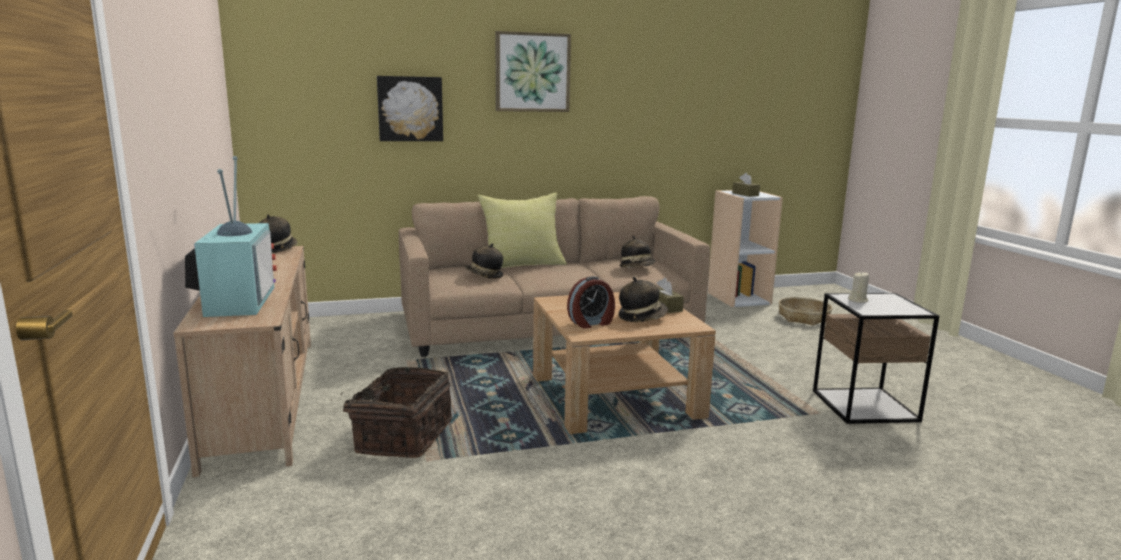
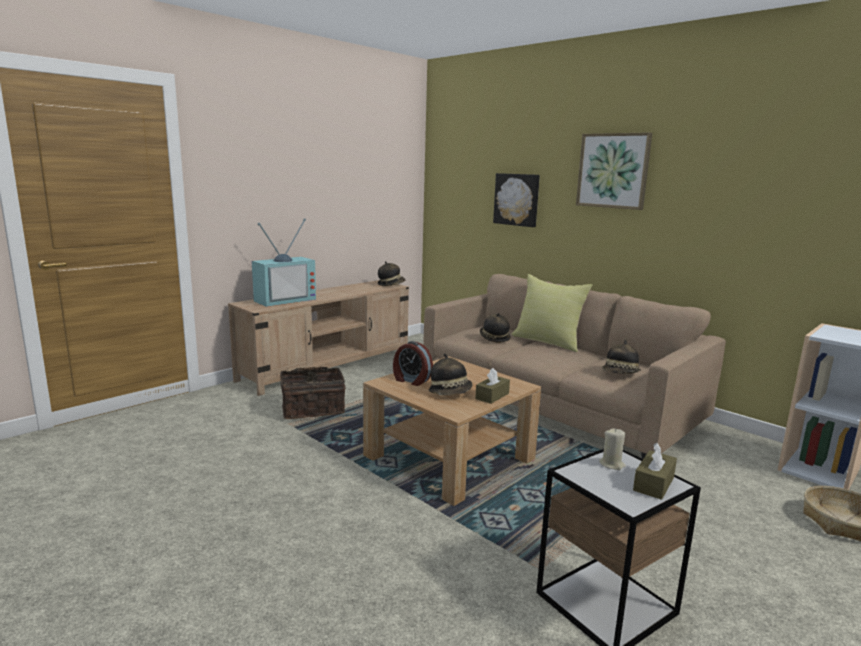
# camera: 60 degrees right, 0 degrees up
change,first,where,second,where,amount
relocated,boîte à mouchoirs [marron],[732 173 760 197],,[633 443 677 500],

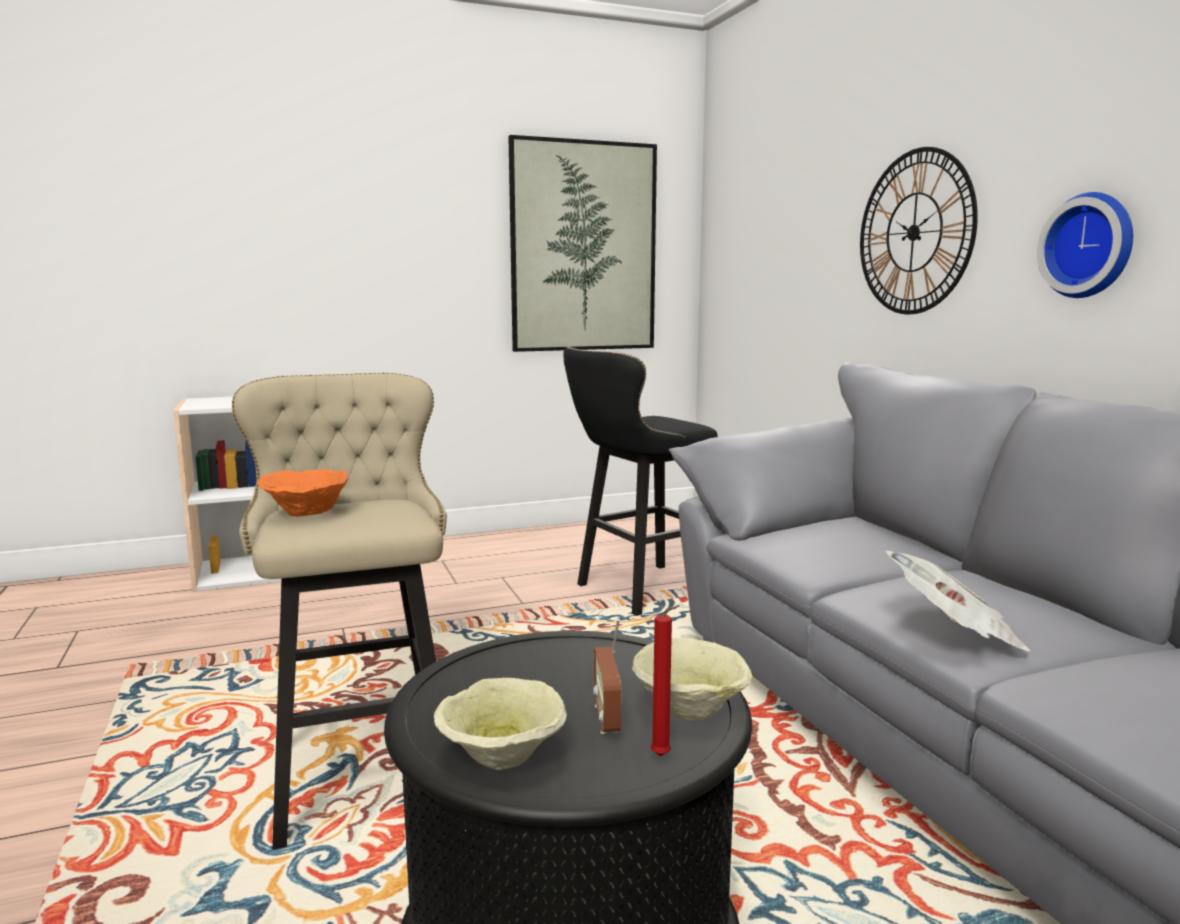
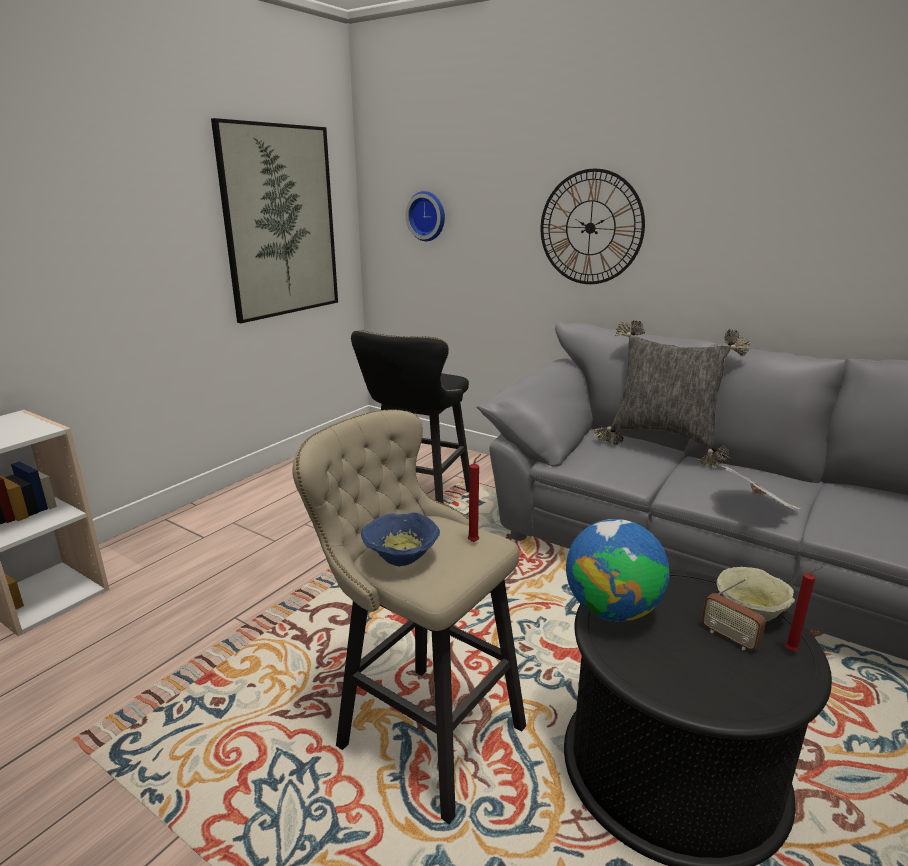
# camera: 35 degrees left, 10 degrees up
change,first,where,second,where,amount
colour,bol [orange],[257 469 348 516],bol [bleu],[361 512 440 566],
missing,bol [beige],[434 678 567 770],,,
relocated,horloge murale,[1037 192 1133 298],,[405 191 445 241],
appeared,,,bougie [rouge],[468 454 481 542],
appeared,,,globe,[566 519 670 622],
appeared,,,coussin,[594 320 750 468],

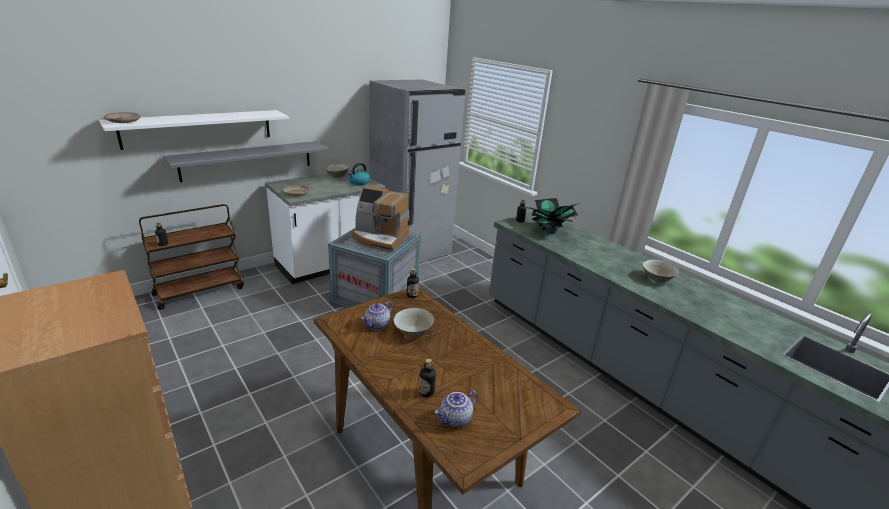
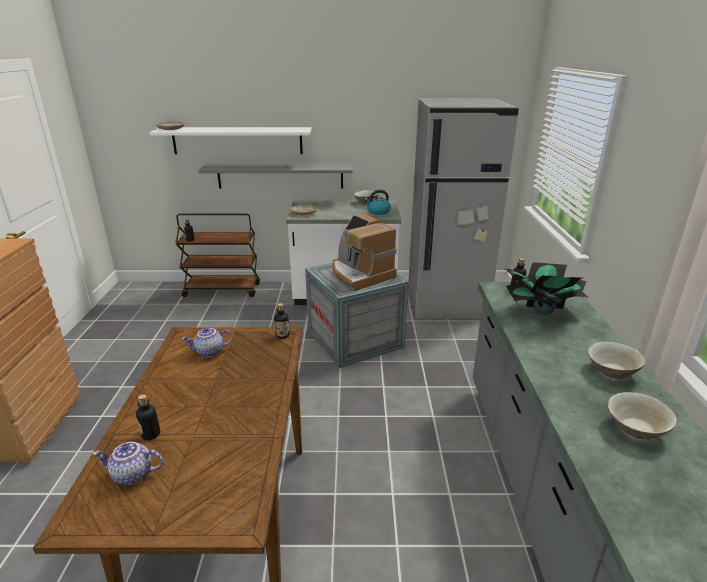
# camera: 40 degrees right, 0 degrees up
change,first,where,second,where,amount
relocated,bol [beige],[393 308 434 338],,[588 342 646 379],

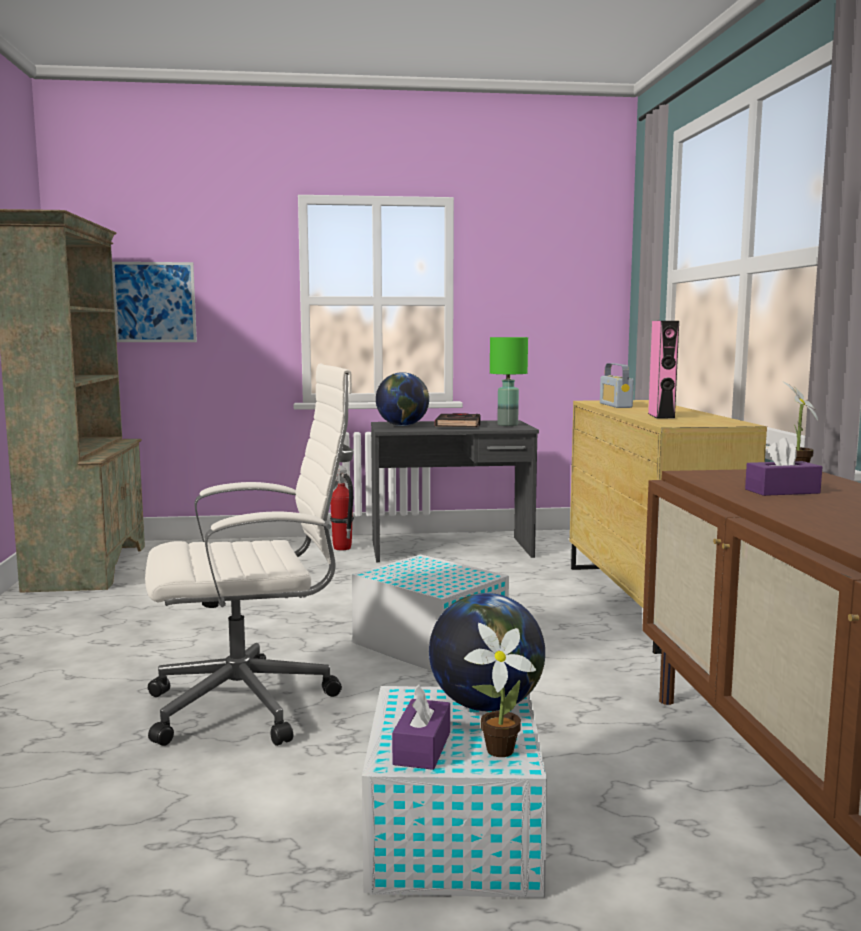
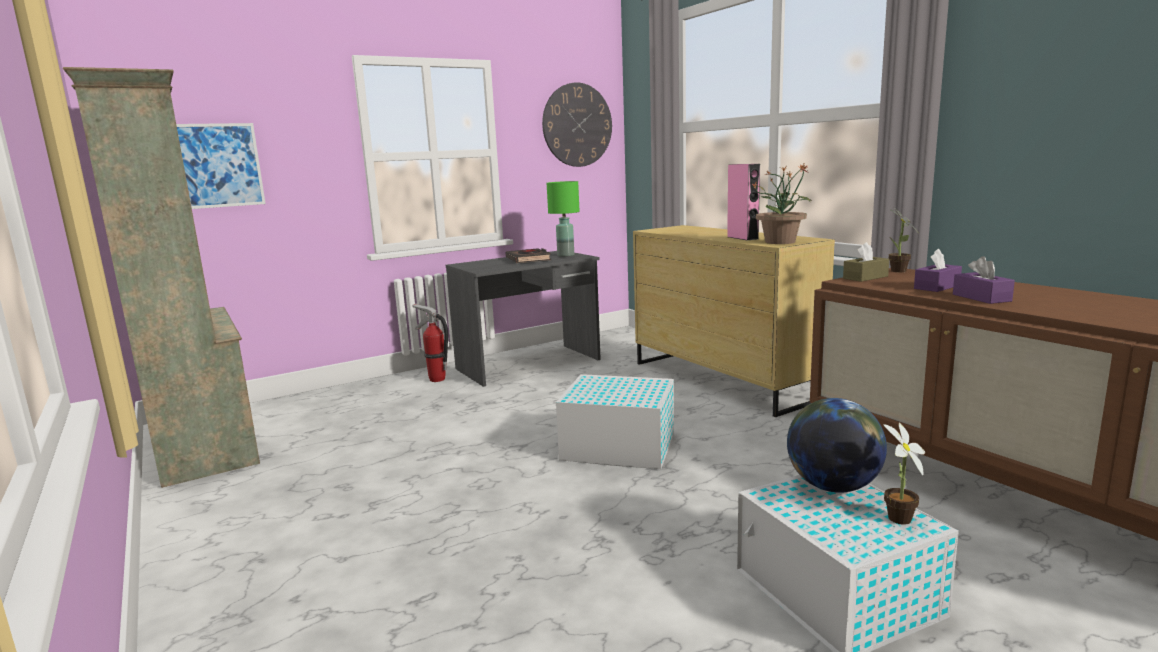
# camera: 25 degrees left, 5 degrees up
change,first,where,second,where,amount
missing,chaise de bureau [blanc],[145 364 354 746],,,
missing,globe,[376 372 429 426],,,
relocated,boîte à mouchoirs [violet],[392 685 450 770],,[953 256 1015 304],
missing,radio,[600 363 634 408],,,
appeared,,,horloge murale,[542 83 612 167],
appeared,,,plante en pot,[750 164 812 244],
appeared,,,boîte à mouchoirs [marron],[843 242 889 282],

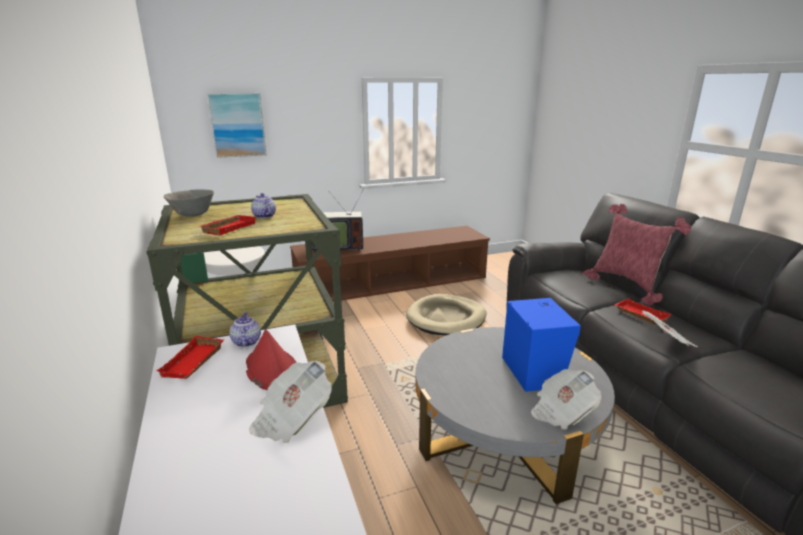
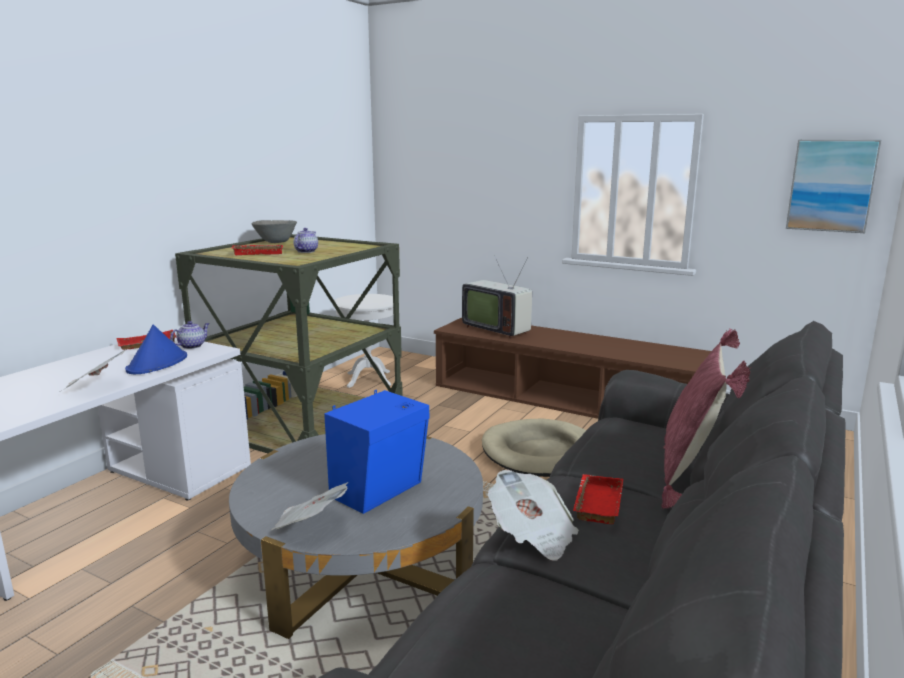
# camera: 50 degrees right, 5 degrees down
change,first,where,second,where,amount
relocated,tableau,[207 93 266 158],,[786 140 881 233],
colour,chapeau [rouge],[246 329 297 390],chapeau [bleu],[125 325 187 374],

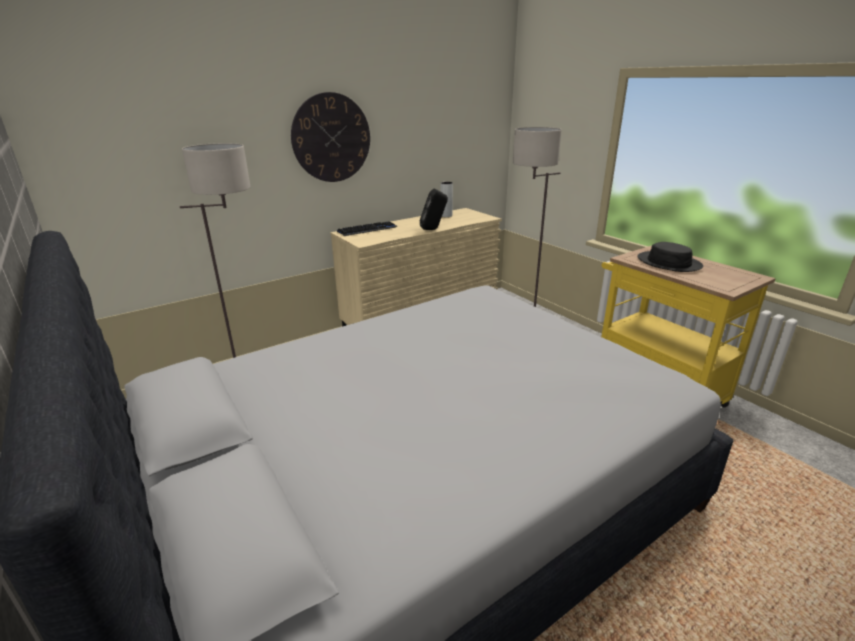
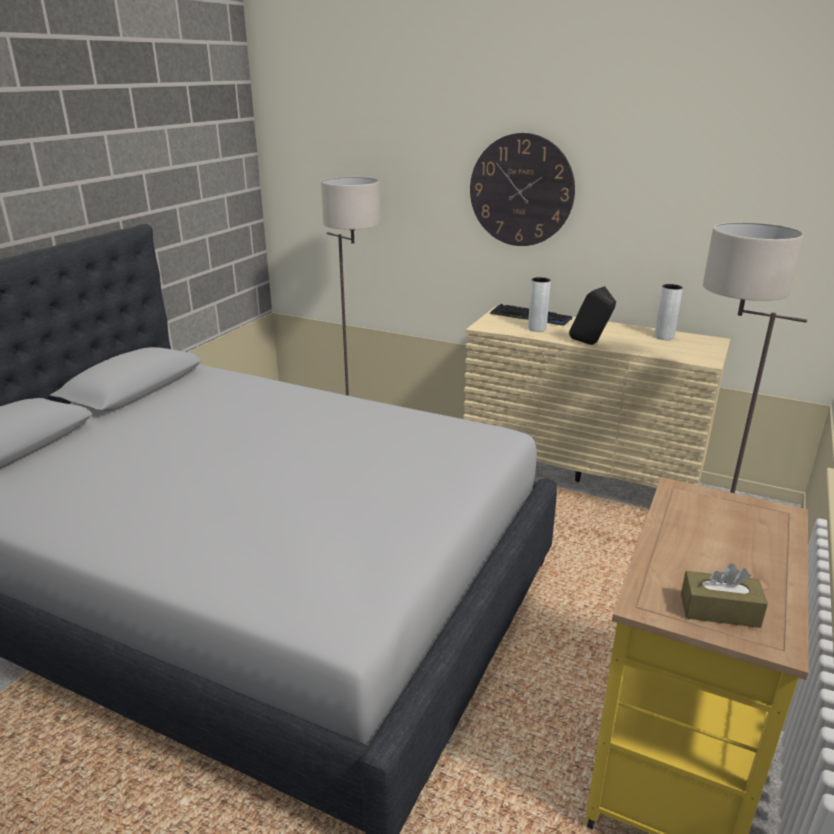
# camera: 60 degrees right, 0 degrees up
change,first,where,second,where,amount
missing,chapeau [noir],[637 242 703 272],,,
appeared,,,vase [gris],[528 277 551 332],
appeared,,,boîte à mouchoirs [marron],[681 564 768 628],

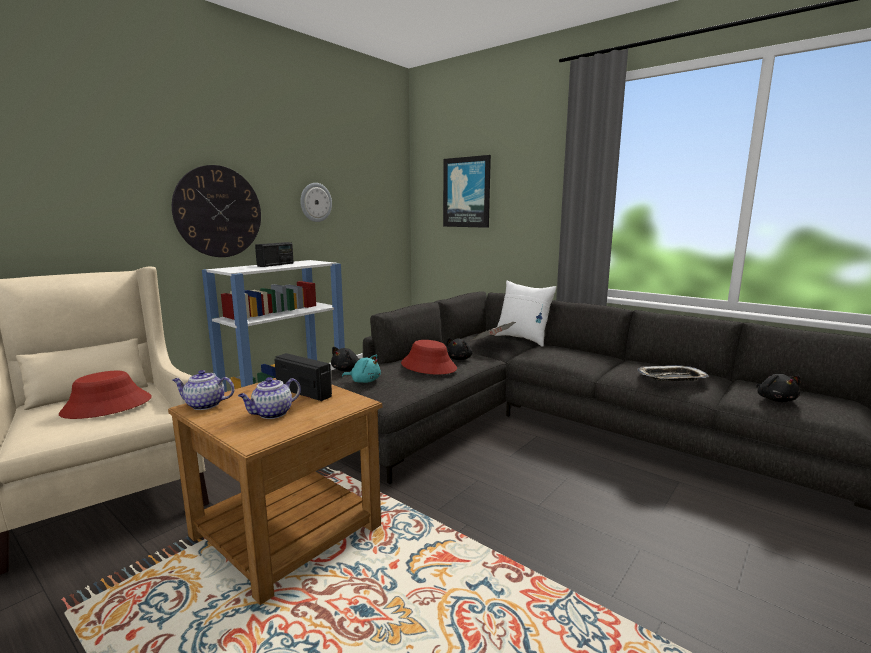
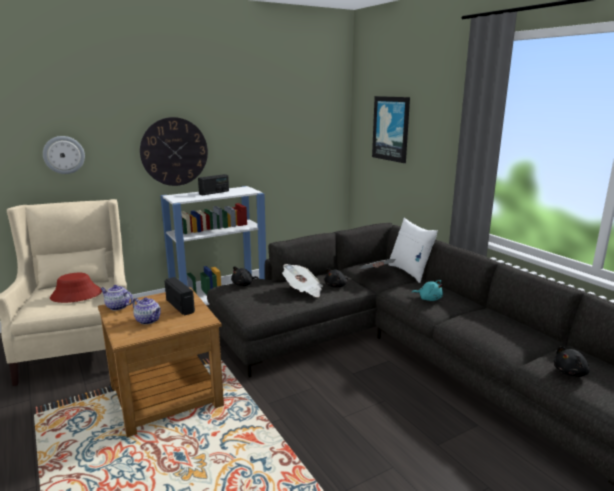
# camera: 20 degrees right, 5 degrees up
change,first,where,second,where,amount
spun,théière,[238 377 301 419],,[133 297 161 325],120 degrees counterclockwise
relocated,horloge murale,[300 183 332 222],,[43 136 85 174],
relocated,peluche [turquoise],[342 355 381 383],,[412 280 443 301],
exchanged,chapeau [rouge],[401 340 457 374],journal,[282 264 323 297],
missing,plateau,[637 365 709 381],,,
spun,peluche [noir],[756 374 800 402],,[554 346 590 377],45 degrees clockwise

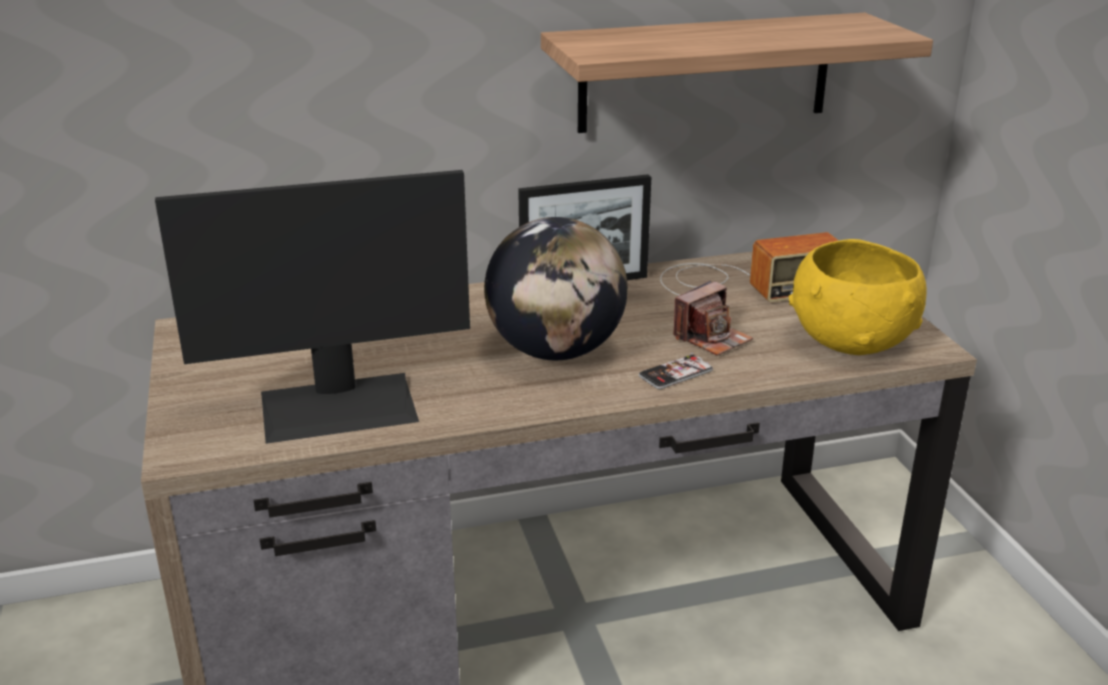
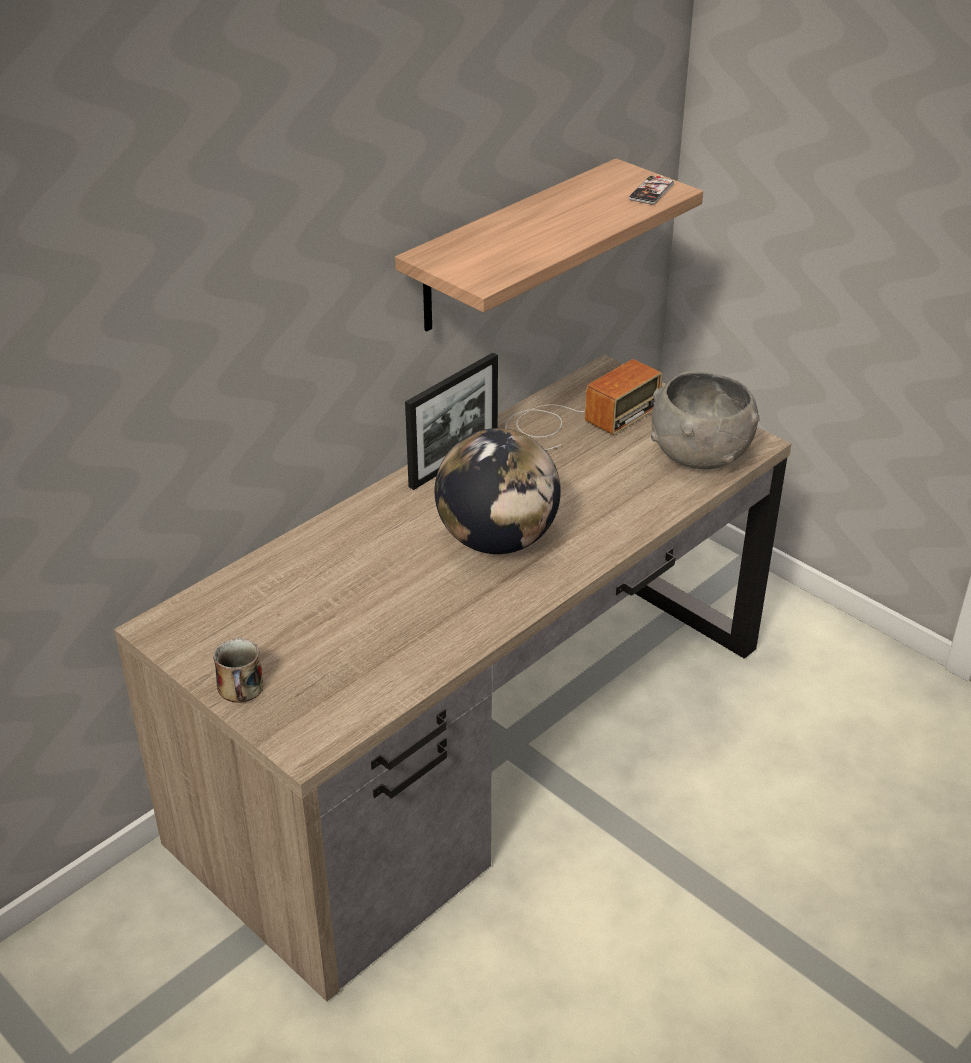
# camera: 30 degrees left, 10 degrees up
change,first,where,second,where,amount
missing,écran d'ordinateur,[155 170 470 444],,,
relocated,téléphone,[639 353 713 389],,[629 174 674 205],
missing,appareil photo,[673 281 753 356],,,
colour,bol [jaune],[789 239 927 355],bol [gris],[651 371 760 469],
appeared,,,mug,[213 638 264 703],

